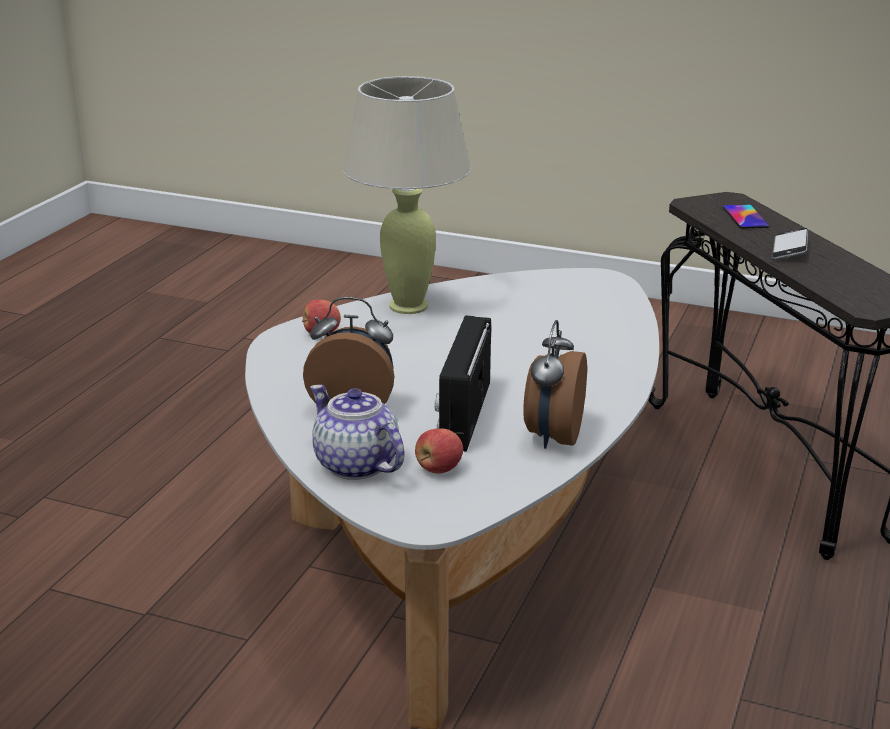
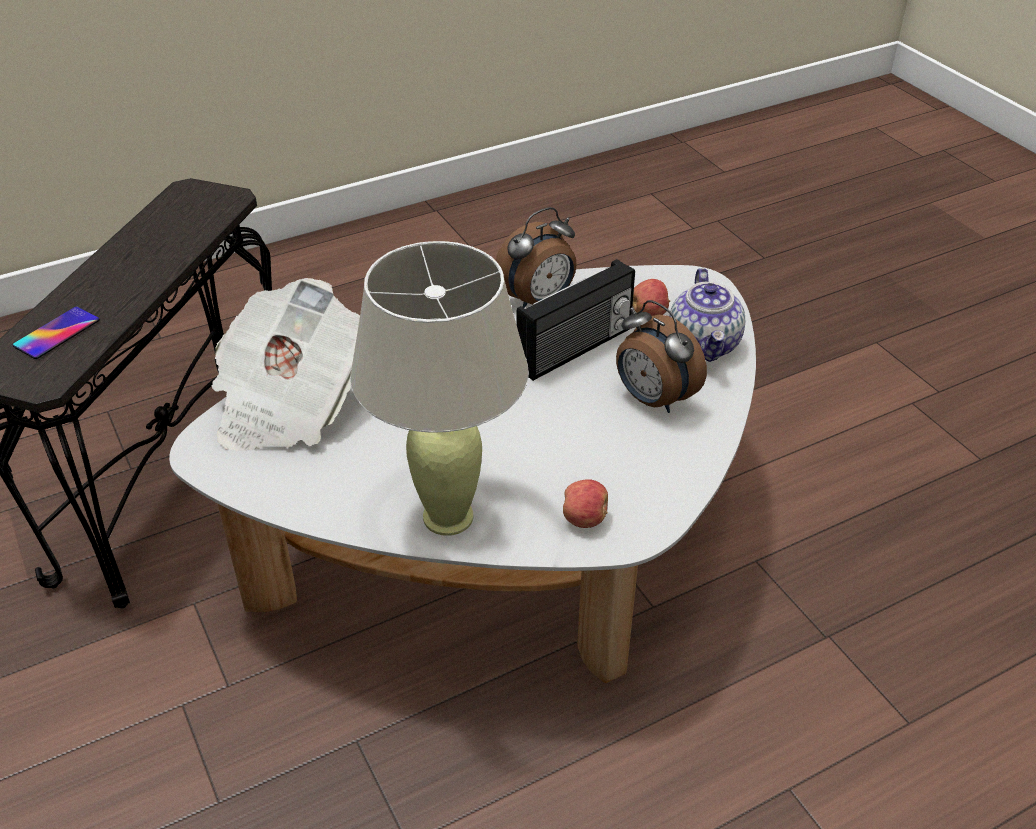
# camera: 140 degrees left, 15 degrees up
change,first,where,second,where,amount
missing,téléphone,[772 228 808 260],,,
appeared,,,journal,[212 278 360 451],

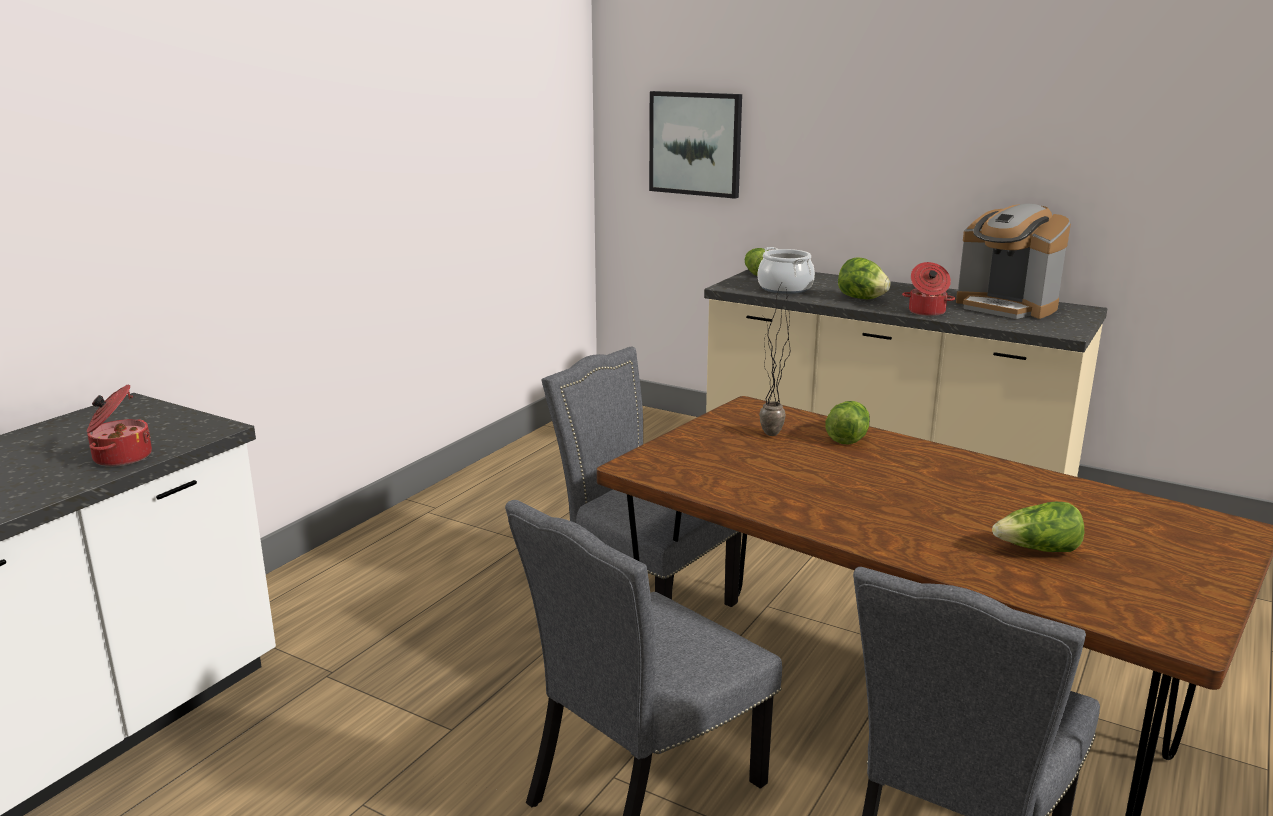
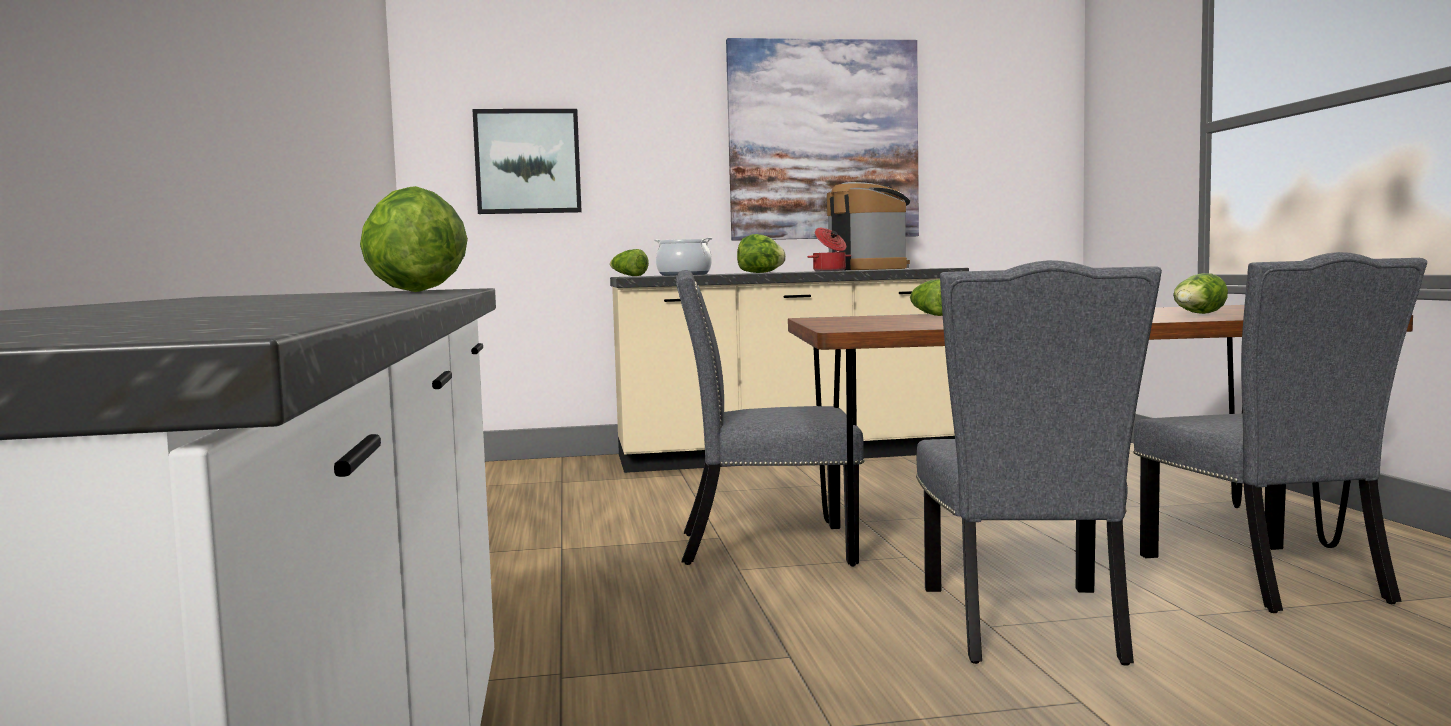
# camera: 40 degrees left, 15 degrees down
change,first,where,second,where,amount
exchanged,marmite,[87 384 152 467],laitue,[360 186 468 292],
missing,plante en pot,[759 281 790 436],,,
spun,machine à café,[956 203 1071 319],,[827 182 910 270],120 degrees counterclockwise
appeared,,,tableau,[726 38 919 241],

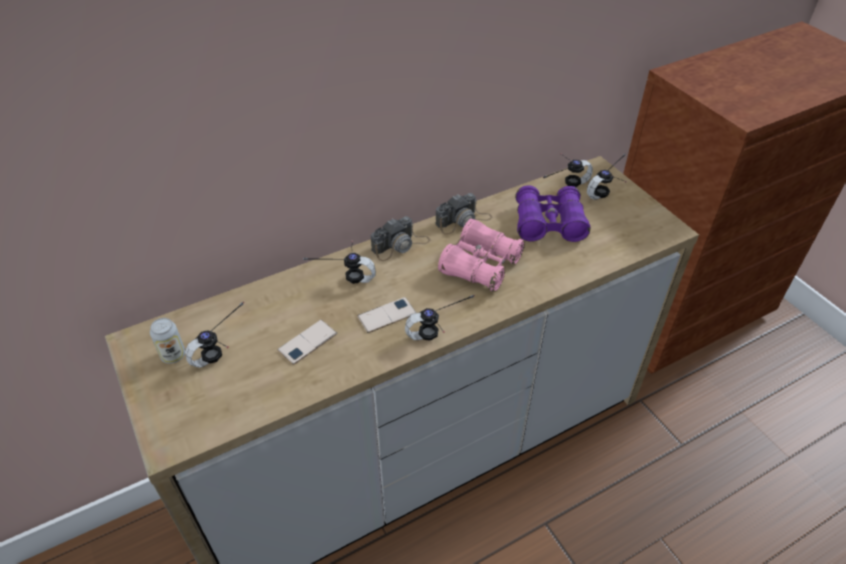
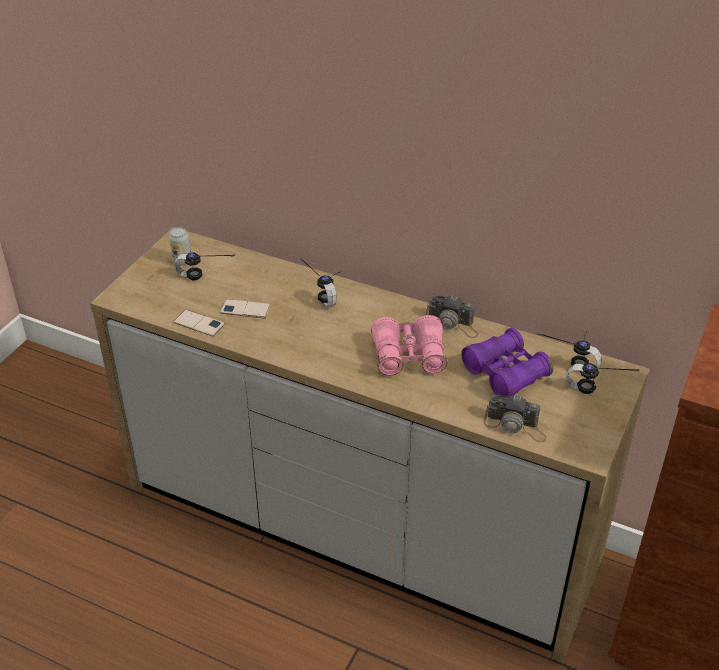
# camera: 55 degrees right, 5 degrees down
change,first,where,second,where,amount
relocated,téléphone,[357 297 416 333],,[173 310 225 336],
relocated,appareil photo,[371 216 430 261],,[484 395 547 442],
missing,casque audio,[405 295 475 341],,,

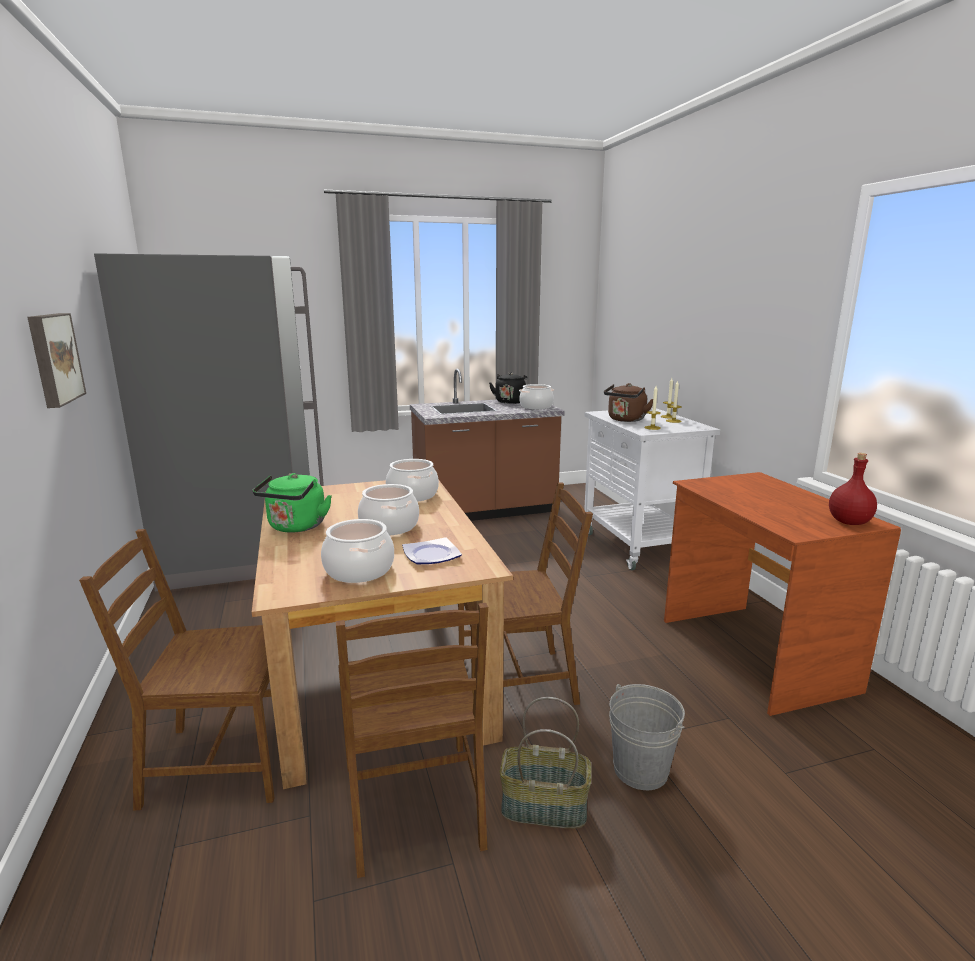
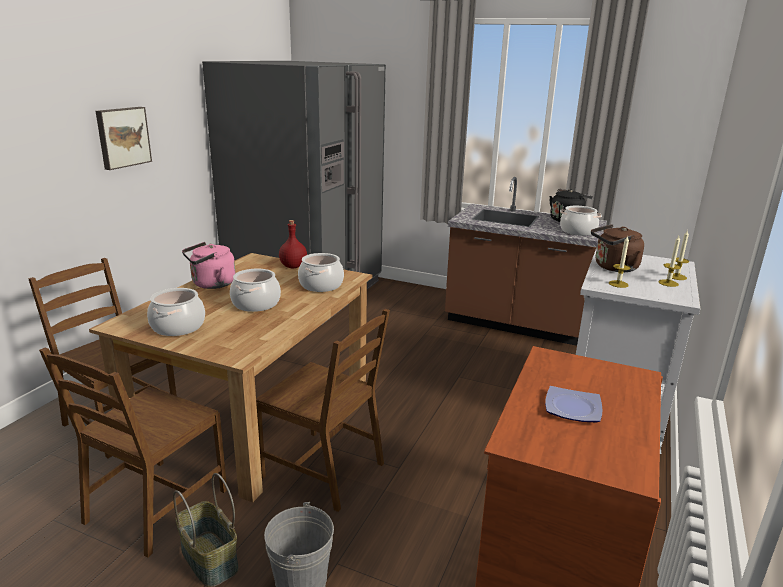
# camera: 40 degrees right, 5 degrees up
change,first,where,second,where,amount
colour,bouilloire [vert],[253 473 332 533],bouilloire [rose],[182 242 235 289],
relocated,assiette,[402 537 462 564],,[545 386 602 422],
relocated,bouteille [rouge],[829 453 877 525],,[279 220 307 268],

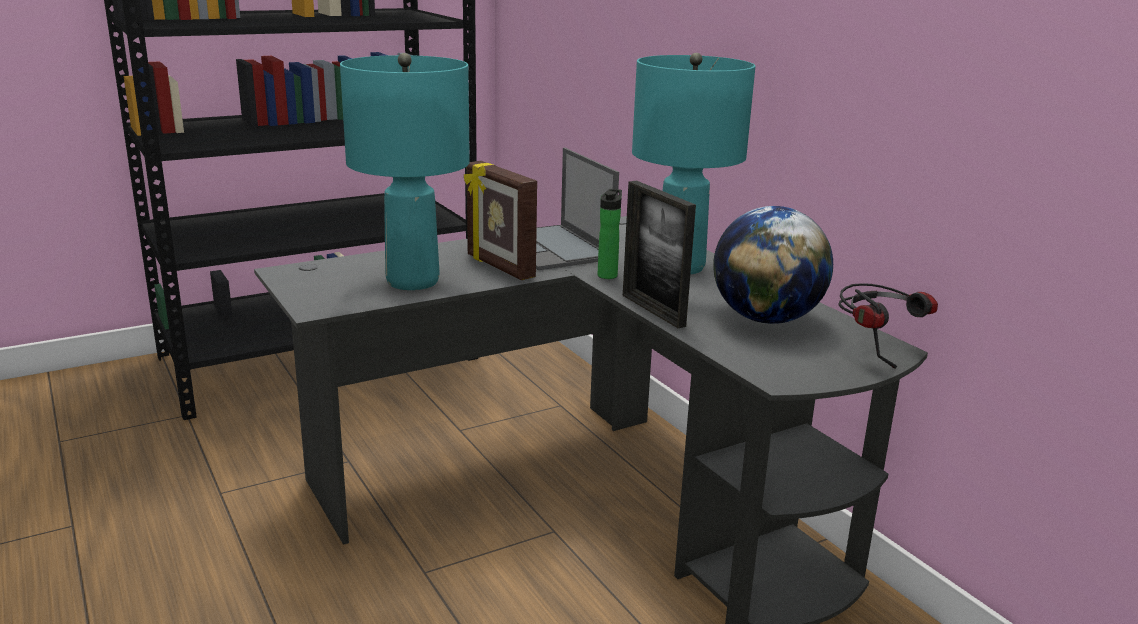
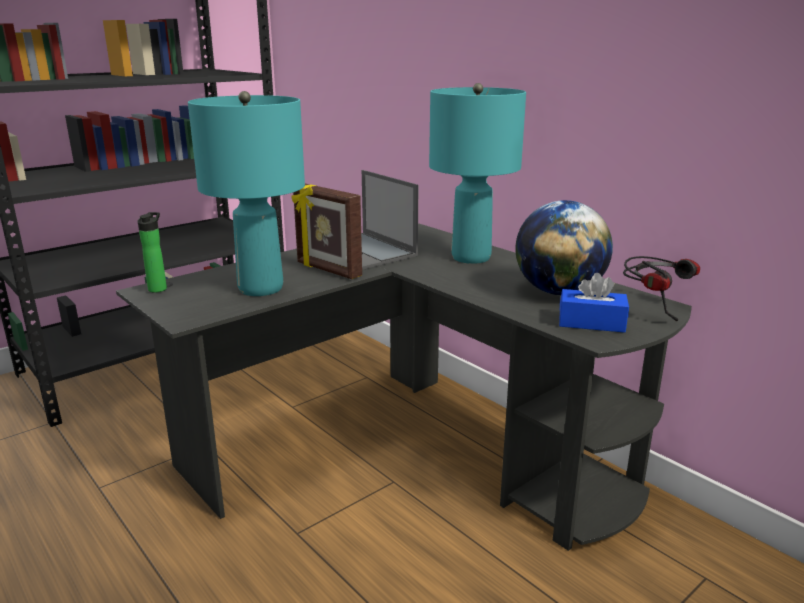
# camera: 10 degrees left, 0 degrees up
change,first,where,second,where,amount
relocated,bouteille,[598 189 622 279],,[138 212 167 293],
missing,cadre photo,[623 181 696 328],,,
appeared,,,boîte à mouchoirs [bleu],[559 273 629 333],

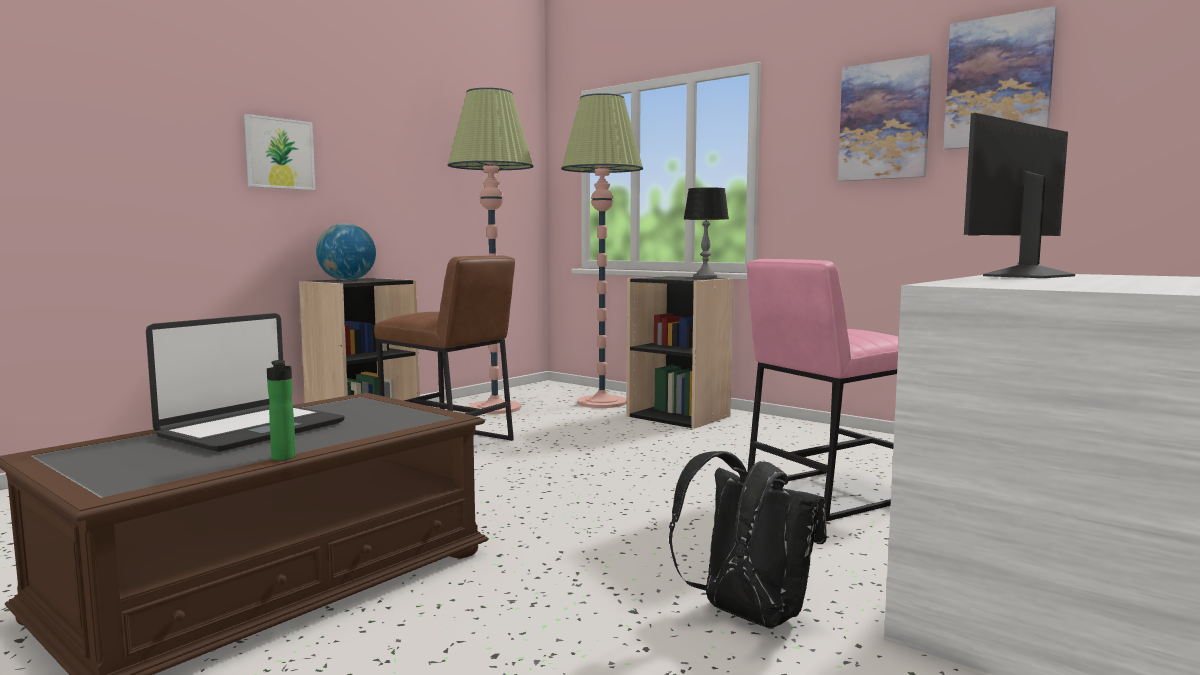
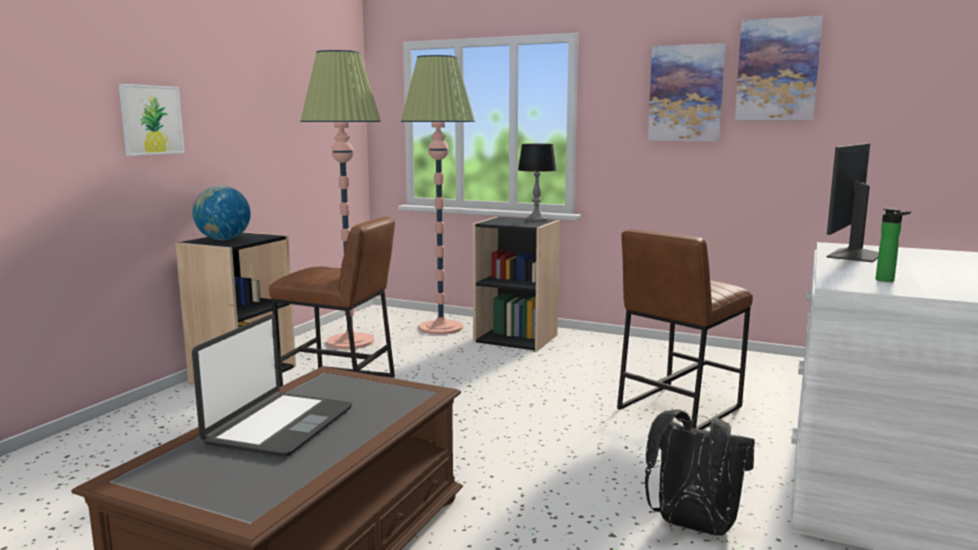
# camera: 15 degrees left, 5 degrees up
change,first,where,second,where,amount
relocated,bouteille,[267 360 296 460],,[876 208 911 282],
colour,chaise [rose],[747 259 899 522],chaise [marron],[617 229 753 430],

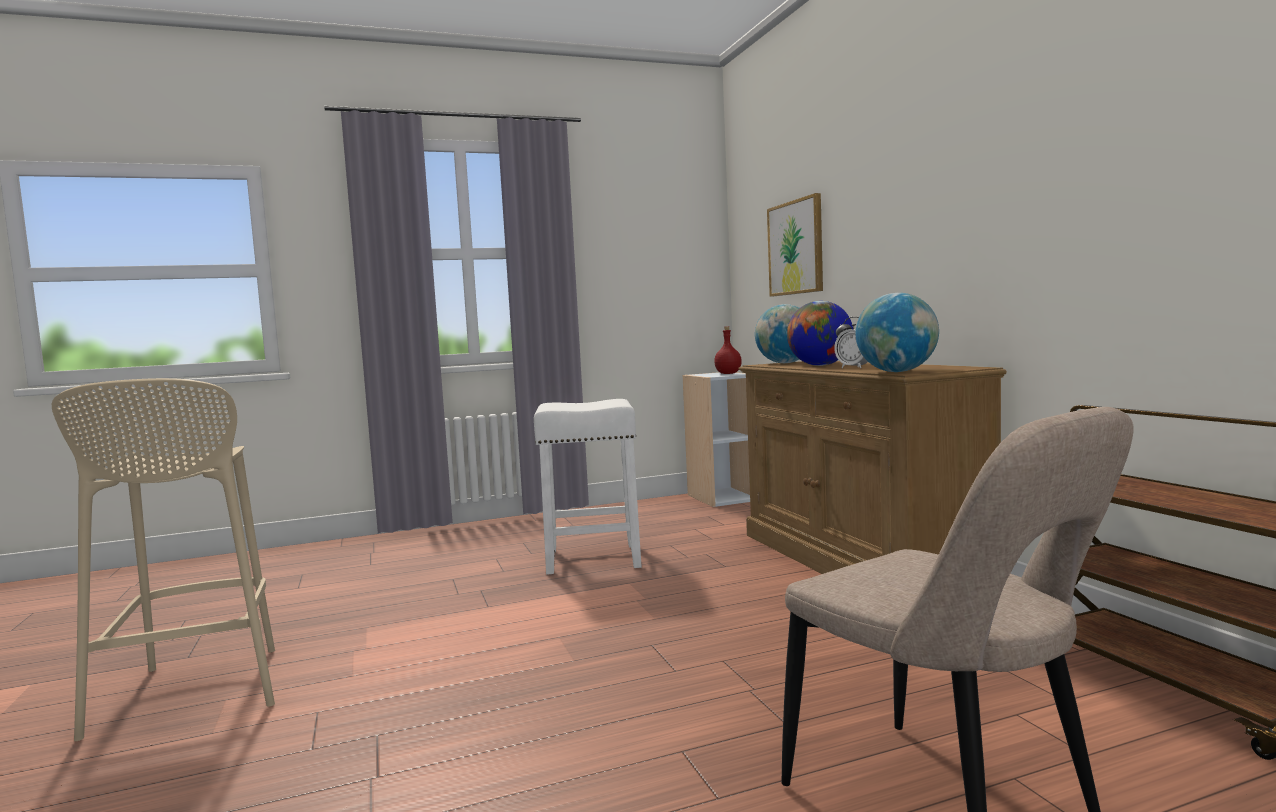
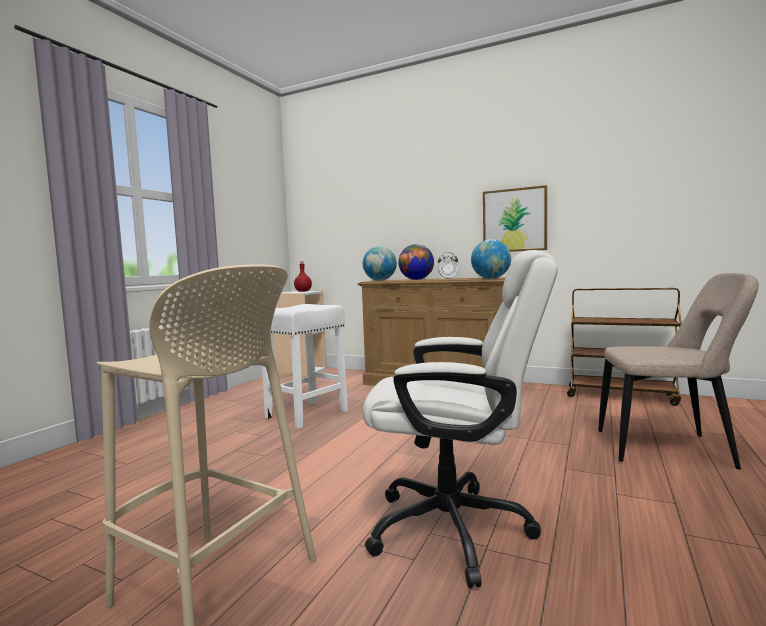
# camera: 45 degrees left, 0 degrees up
change,first,where,second,where,amount
relocated,tableau,[767 193 823 297],,[483 185 547 252],
appeared,,,chaise de bureau [blanc],[363 250 558 588],

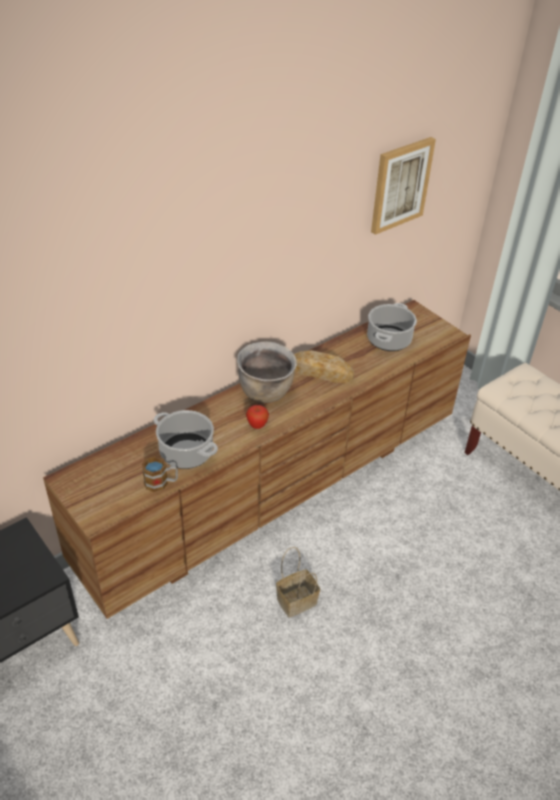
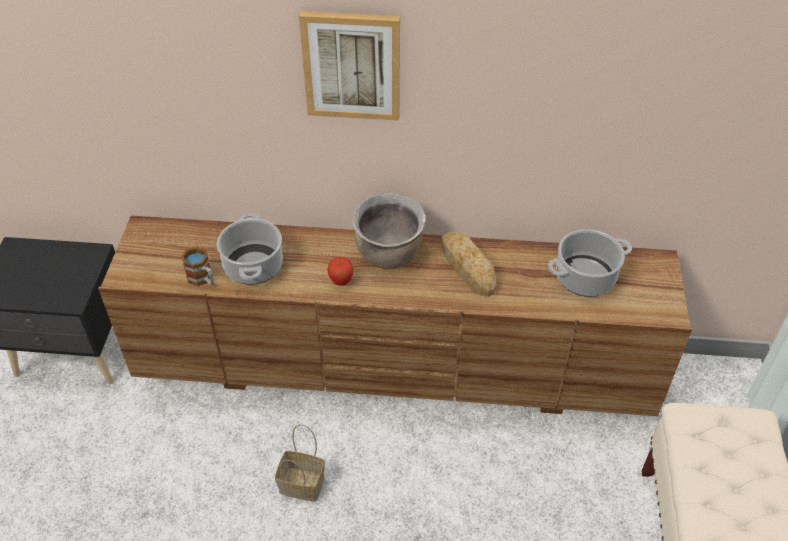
# camera: 45 degrees right, 5 degrees up
change,first,where,second,where,amount
relocated,tableau,[371 137 436 235],,[299 11 400 121],

